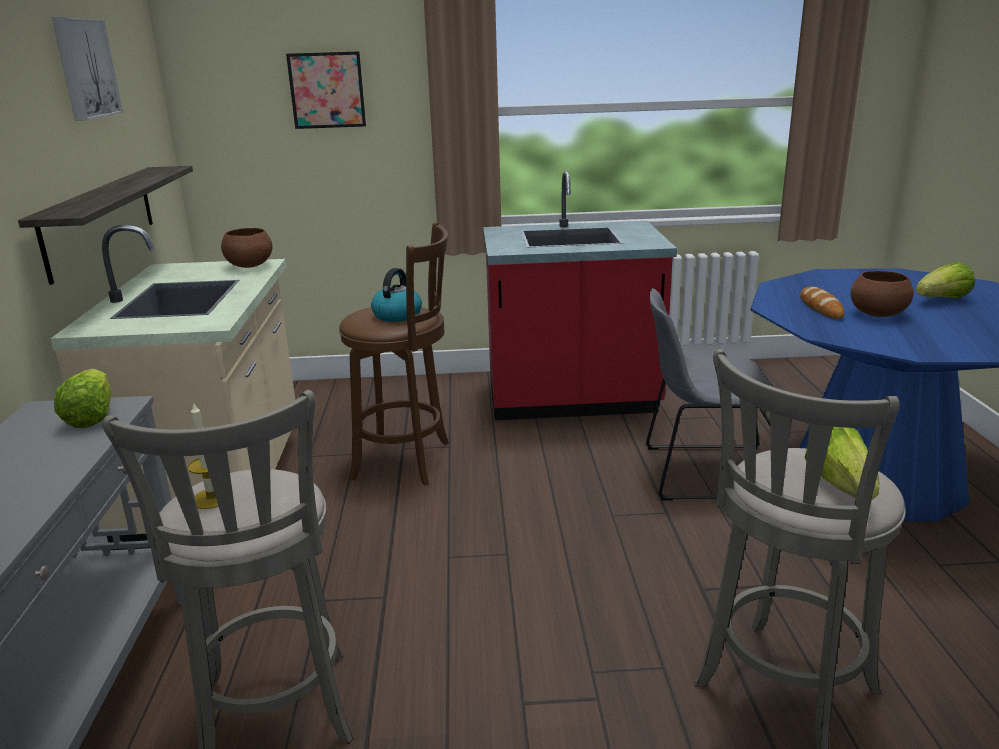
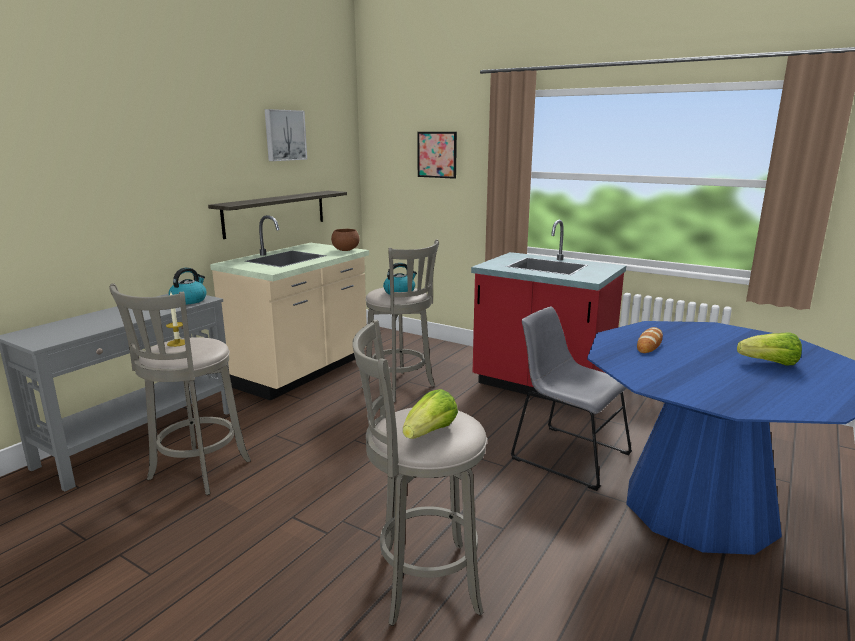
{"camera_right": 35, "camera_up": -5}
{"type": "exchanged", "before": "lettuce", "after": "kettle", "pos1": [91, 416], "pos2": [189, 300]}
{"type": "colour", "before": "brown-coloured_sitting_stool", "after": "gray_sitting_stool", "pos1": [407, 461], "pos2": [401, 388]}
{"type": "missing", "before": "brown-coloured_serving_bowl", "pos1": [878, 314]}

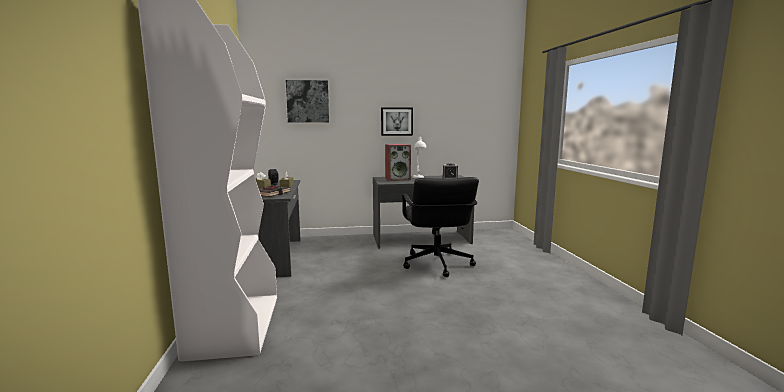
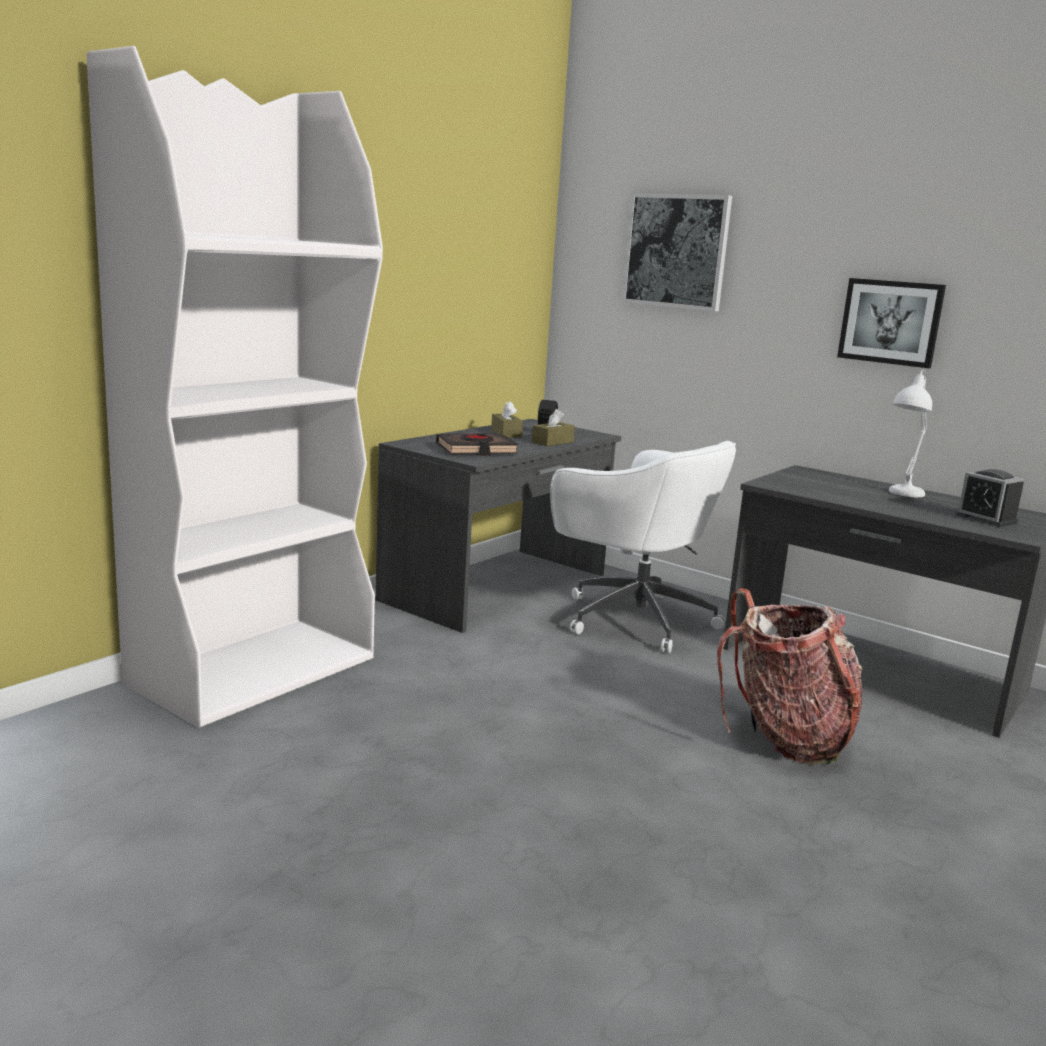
{"camera_right": 45, "camera_up": 5}
{"type": "appeared", "after": "whitish_office_chair", "pos2": [633, 618]}
{"type": "exchanged", "before": "black_office_chair", "after": "rucksack", "pos1": [436, 264], "pos2": [785, 738]}
{"type": "missing", "before": "audio_speaker", "pos1": [398, 179]}

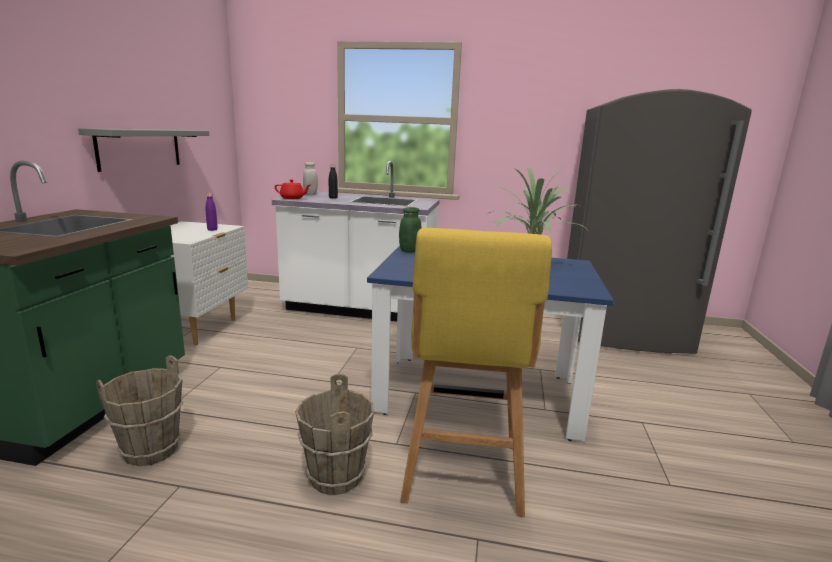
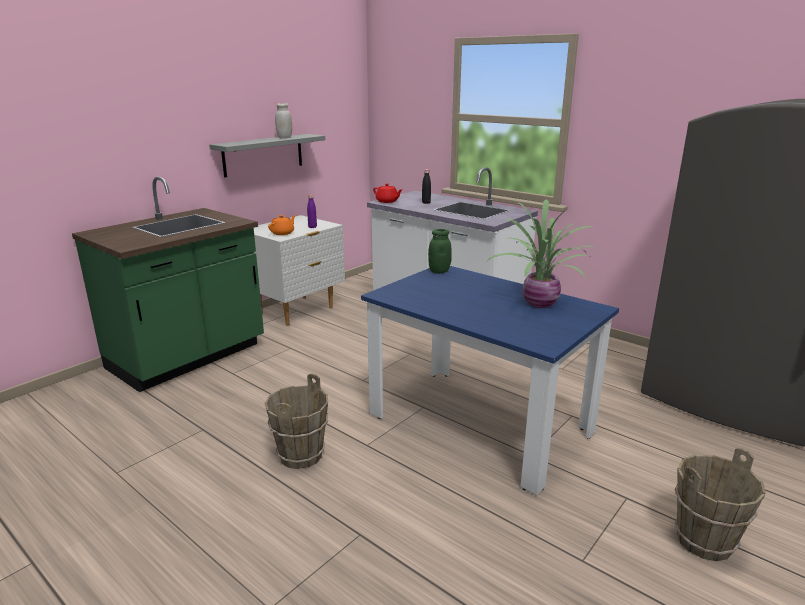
{"camera_right": 30, "camera_up": 5}
{"type": "appeared", "after": "orangey_tea_pot", "pos2": [283, 233]}
{"type": "relocated", "before": "whitish_storage_jar", "pos1": [310, 194], "pos2": [284, 138]}
{"type": "relocated", "before": "brown-coloured_pail", "pos1": [151, 451], "pos2": [705, 541]}
{"type": "missing", "before": "yellow-coloured_sitting_stool", "pos1": [462, 475]}

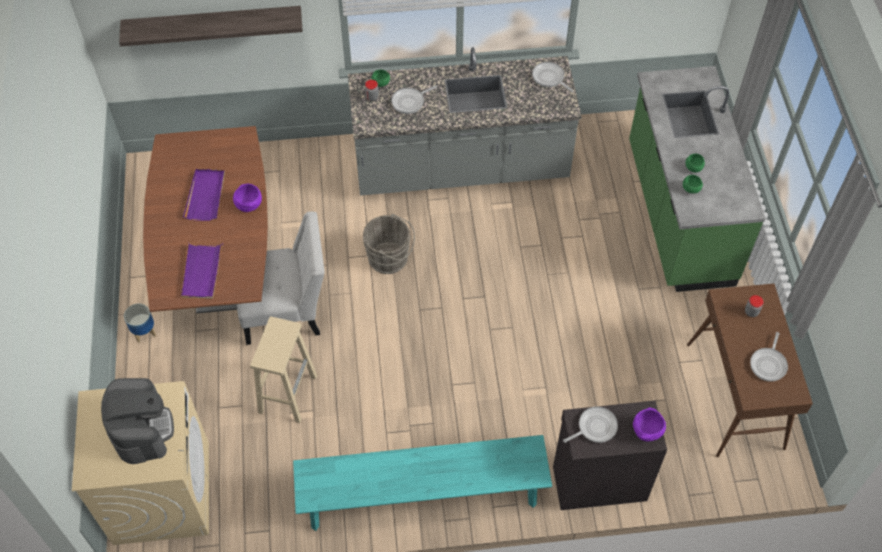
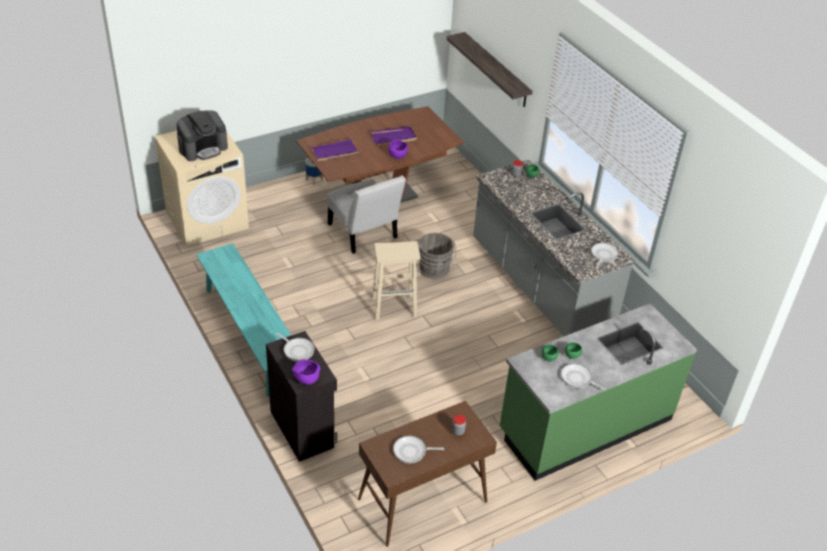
{"camera_right": 65, "camera_up": -15}
{"type": "relocated", "before": "beige_sitting_stool", "pos1": [288, 393], "pos2": [395, 307]}
{"type": "relocated", "before": "skillet", "pos1": [410, 102], "pos2": [577, 379]}

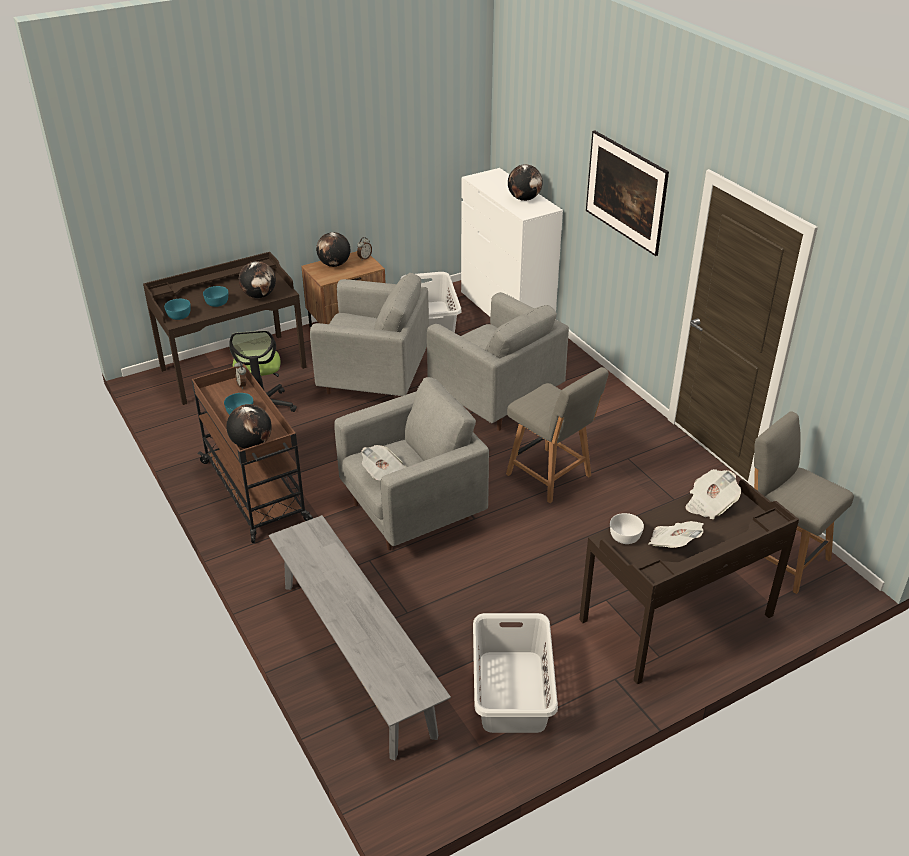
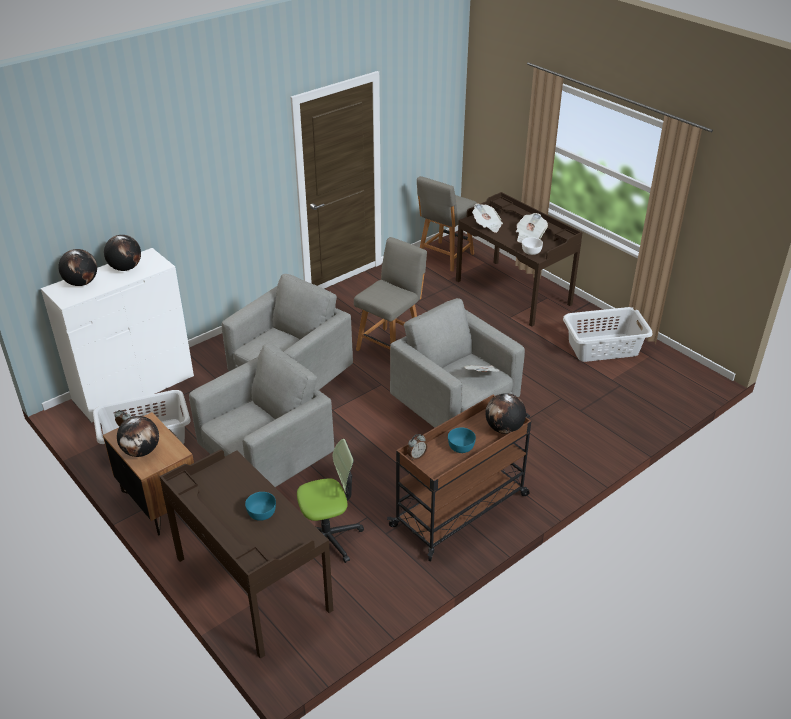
{"camera_right": -100, "camera_up": 0}
{"type": "relocated", "before": "world_globe", "pos1": [259, 295], "pos2": [81, 283]}
{"type": "spun", "before": "gray_lounge_chair", "pos1": [374, 380], "pos2": [267, 462], "turn": 45}
{"type": "missing", "before": "turquoise_serving_bowl", "pos1": [179, 315]}
{"type": "missing", "before": "gray_indoor_bench", "pos1": [356, 657]}
{"type": "missing", "before": "picture", "pos1": [623, 212]}

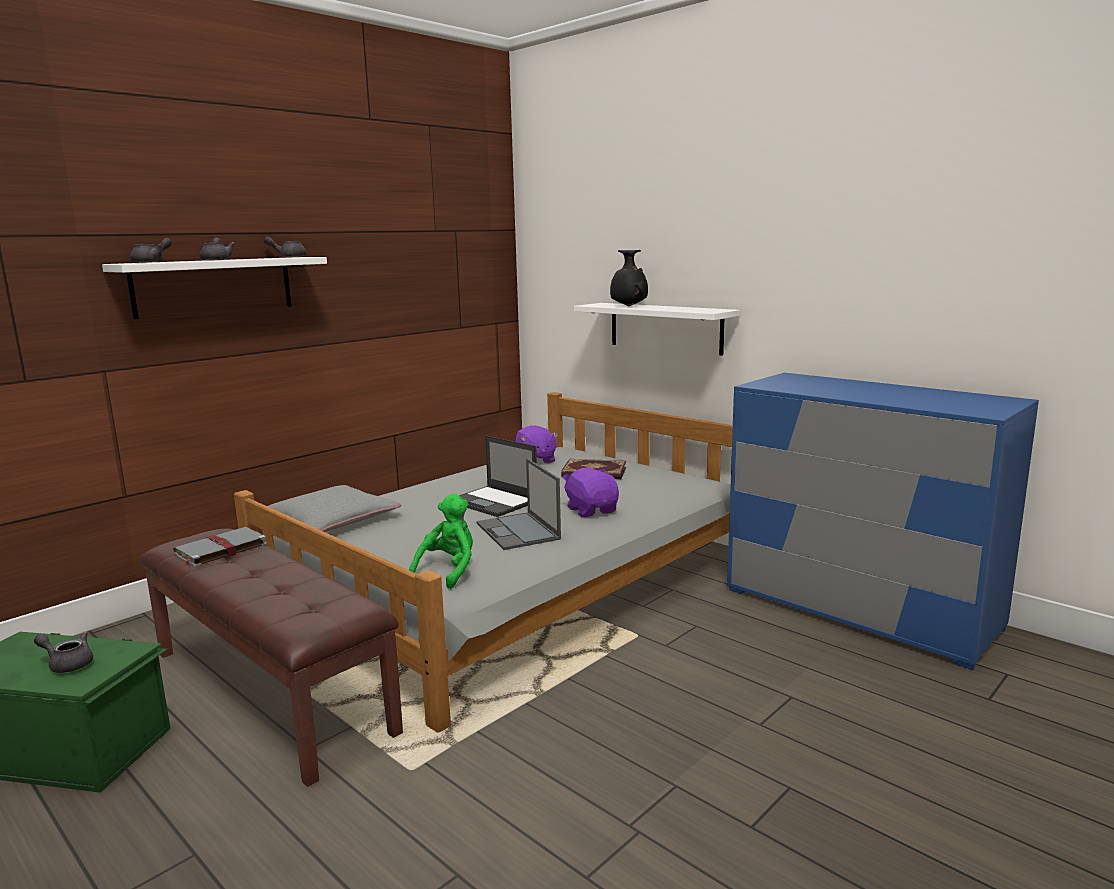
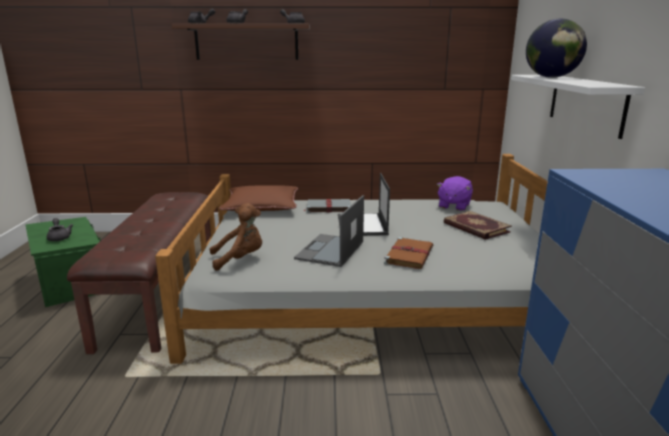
{"camera_right": 45, "camera_up": 5}
{"type": "colour", "before": "whitish_bracket_shelf", "after": "brown-coloured_bracket_shelf", "pos1": [214, 286], "pos2": [246, 42]}
{"type": "colour", "before": "green_cuddly_toy", "after": "brown-coloured_cuddly_toy", "pos1": [448, 571], "pos2": [240, 259]}
{"type": "colour", "before": "gray_throw_pillow", "after": "brown-coloured_throw_pillow", "pos1": [330, 520], "pos2": [261, 206]}
{"type": "relocated", "before": "gray_book", "pos1": [219, 550], "pos2": [328, 207]}
{"type": "exchanged", "before": "purplish_cuddly_toy", "after": "brown-coloured_book", "pos1": [592, 510], "pos2": [409, 255]}
{"type": "exchanged", "before": "black_flower_vase", "after": "world_globe", "pos1": [628, 306], "pos2": [551, 77]}

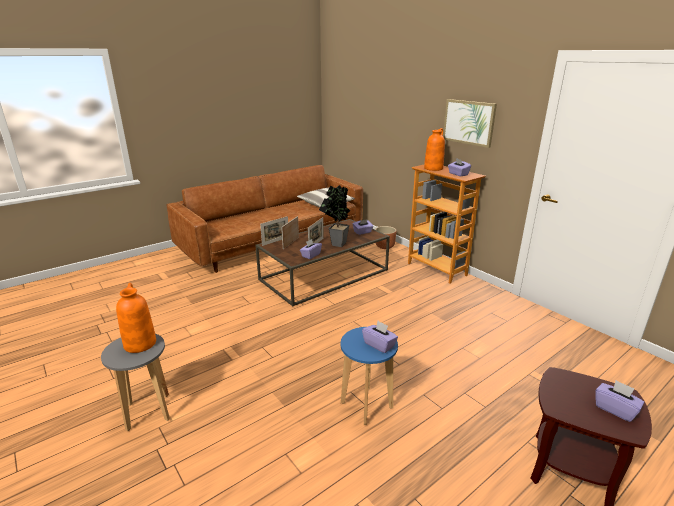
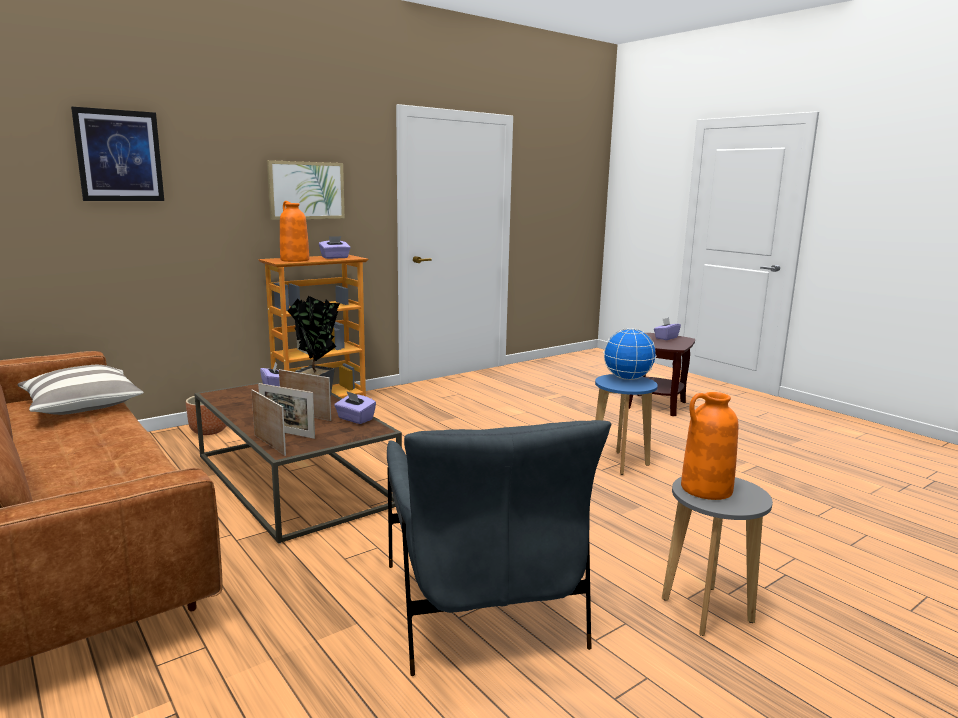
{"camera_right": -90, "camera_up": -10}
{"type": "appeared", "after": "picture", "pos2": [119, 156]}
{"type": "appeared", "after": "gray_lounge_chair", "pos2": [481, 606]}
{"type": "exchanged", "before": "purplish_box_of_tissues", "after": "world_globe", "pos1": [379, 345], "pos2": [628, 379]}

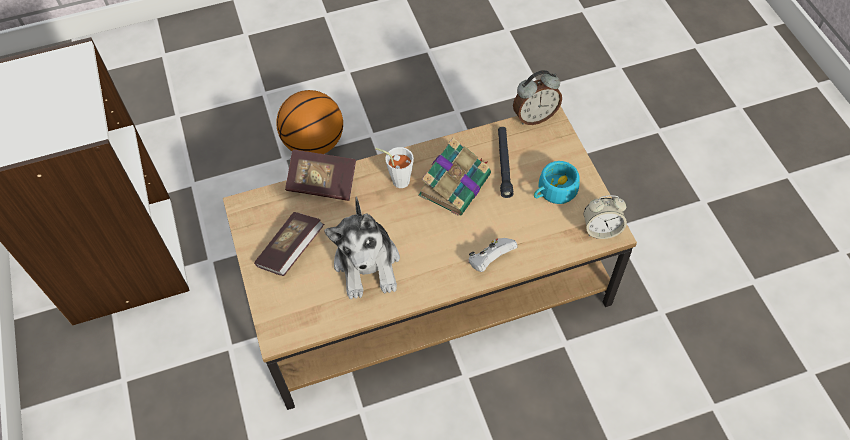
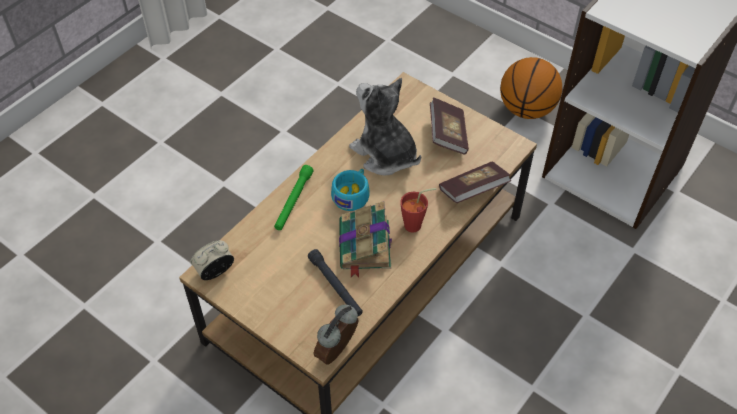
{"camera_right": 145, "camera_up": -5}
{"type": "exchanged", "before": "whitish_game_controller", "after": "green_flashlight", "pos1": [490, 261], "pos2": [293, 201]}
{"type": "relocated", "before": "turquoise_cup", "pos1": [553, 192], "pos2": [352, 195]}
{"type": "colour", "before": "whitish_cup", "after": "reddish_cup", "pos1": [397, 180], "pos2": [416, 225]}
{"type": "relocated", "before": "ball_for_basketball", "pos1": [313, 144], "pos2": [527, 109]}

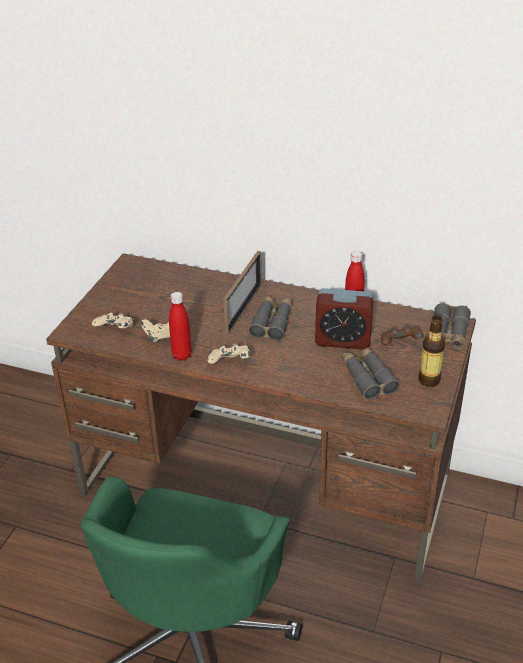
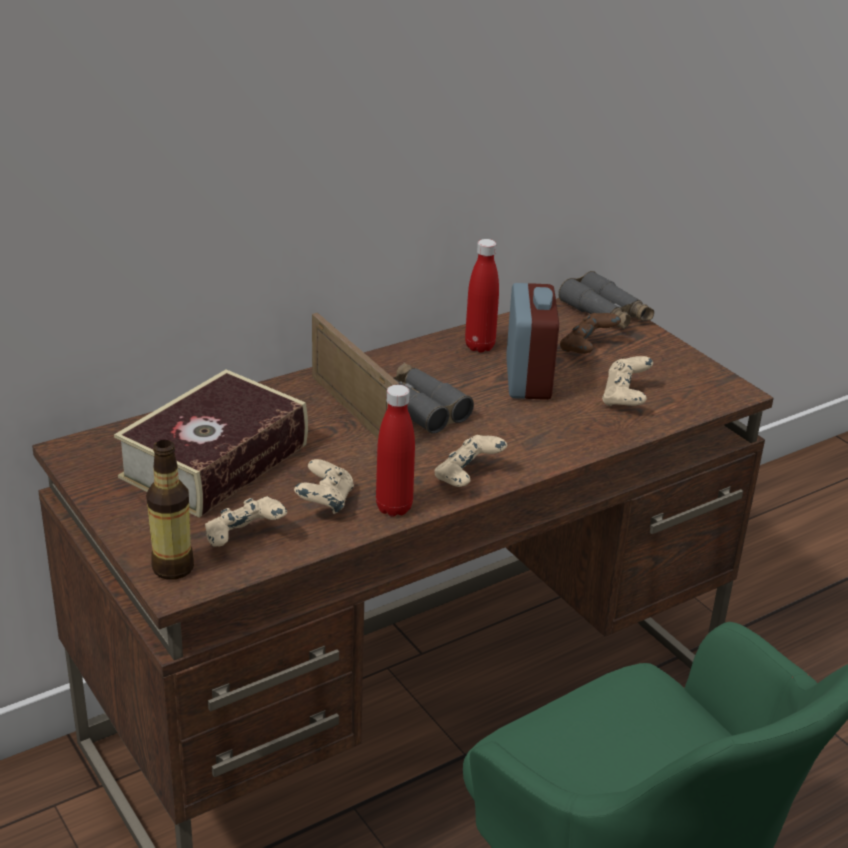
{"camera_right": -55, "camera_up": -5}
{"type": "appeared", "after": "book", "pos2": [215, 461]}
{"type": "relocated", "before": "beverage_bottle", "pos1": [429, 380], "pos2": [173, 568]}
{"type": "spun", "before": "table_clock", "pos1": [343, 340], "pos2": [528, 379], "turn": -45}
{"type": "exchanged", "before": "gray_field_glasses", "after": "beige_game_controller", "pos1": [368, 378], "pos2": [625, 398]}

